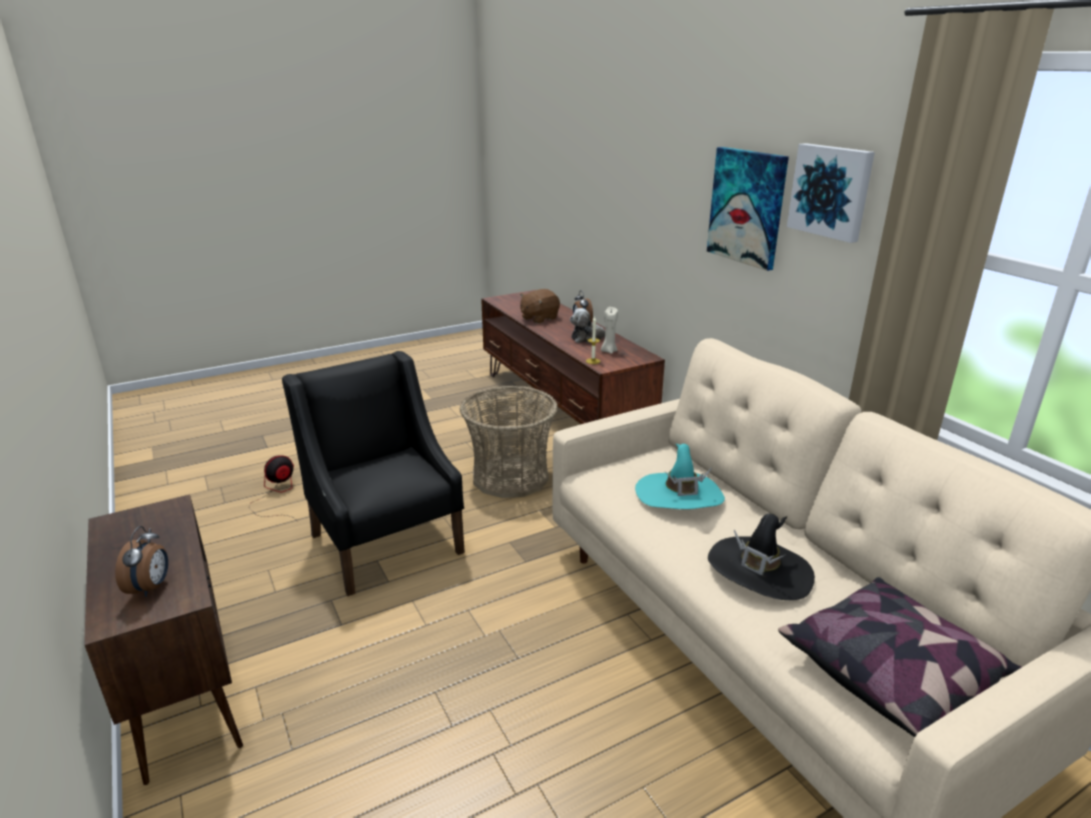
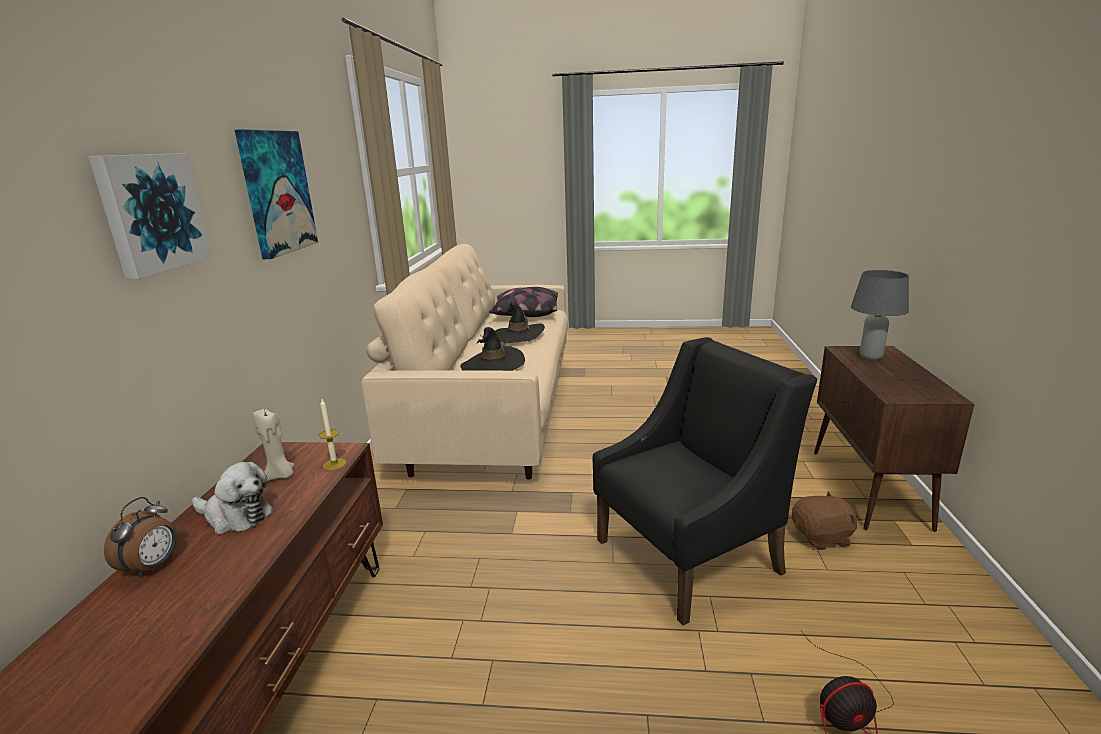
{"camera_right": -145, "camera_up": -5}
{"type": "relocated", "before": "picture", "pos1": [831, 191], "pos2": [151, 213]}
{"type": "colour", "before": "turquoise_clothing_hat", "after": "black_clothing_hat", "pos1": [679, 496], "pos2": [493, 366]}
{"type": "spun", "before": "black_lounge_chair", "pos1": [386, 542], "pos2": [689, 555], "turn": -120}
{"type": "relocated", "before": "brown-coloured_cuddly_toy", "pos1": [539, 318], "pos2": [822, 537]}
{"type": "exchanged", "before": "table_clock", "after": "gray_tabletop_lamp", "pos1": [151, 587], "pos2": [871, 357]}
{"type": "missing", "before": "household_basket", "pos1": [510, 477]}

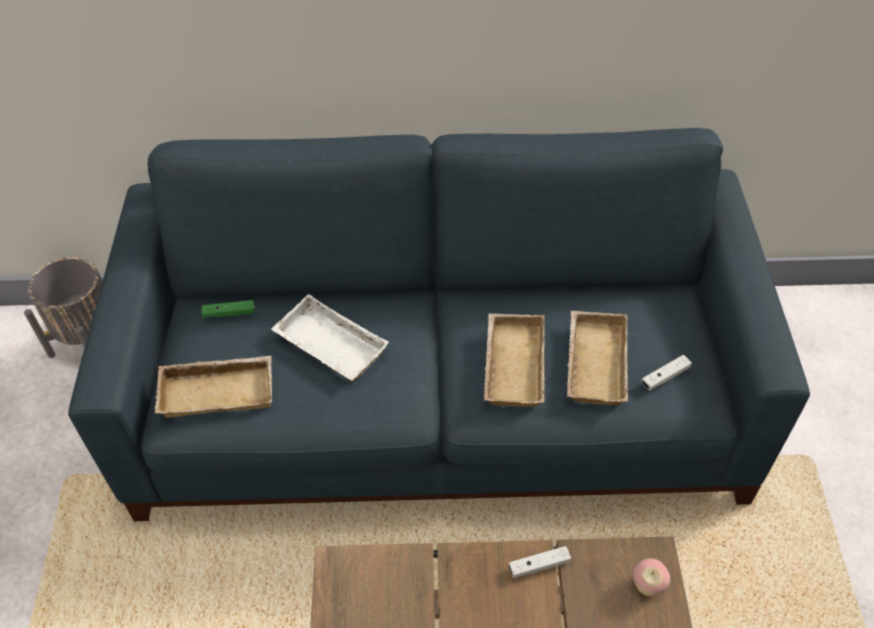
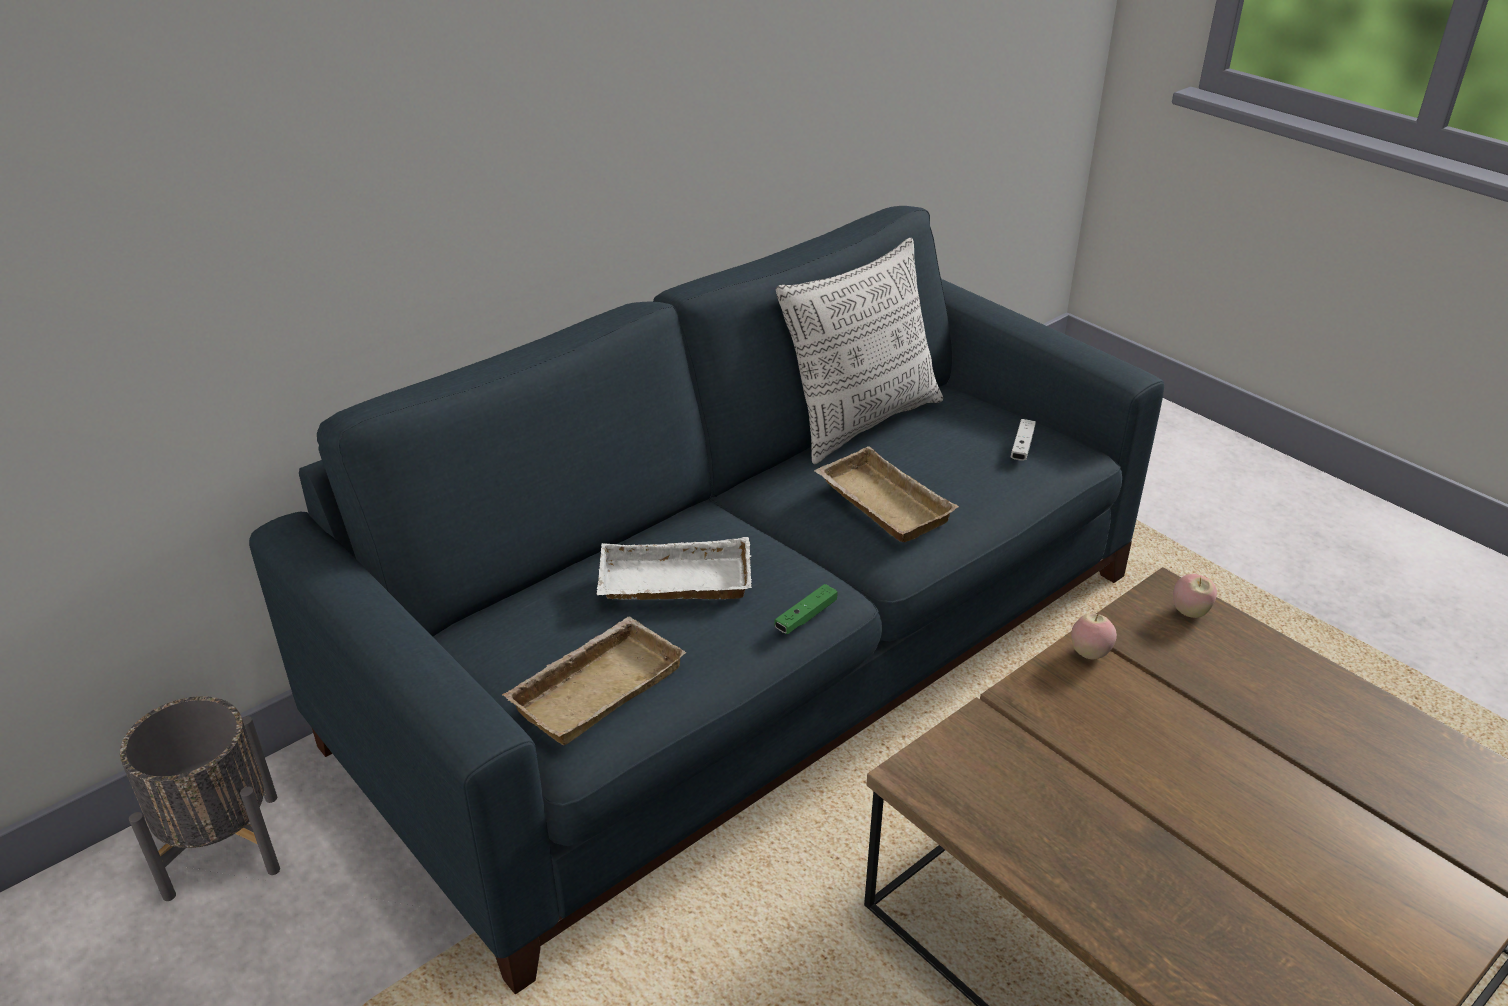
{"camera_right": -40, "camera_up": -15}
{"type": "relocated", "before": "green_game_controller", "pos1": [229, 313], "pos2": [806, 617]}
{"type": "appeared", "after": "throw_pillow", "pos2": [861, 422]}
{"type": "exchanged", "before": "whitish_game_controller", "after": "whole_apple", "pos1": [539, 565], "pos2": [1089, 654]}
{"type": "missing", "before": "beige_carrying_tray", "pos1": [593, 361]}

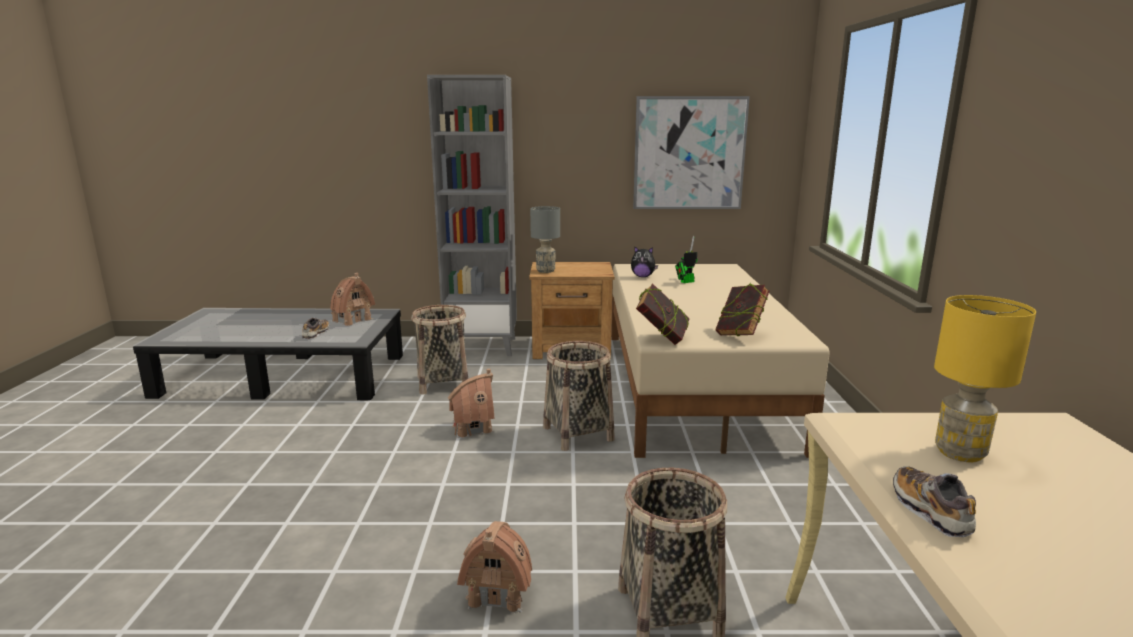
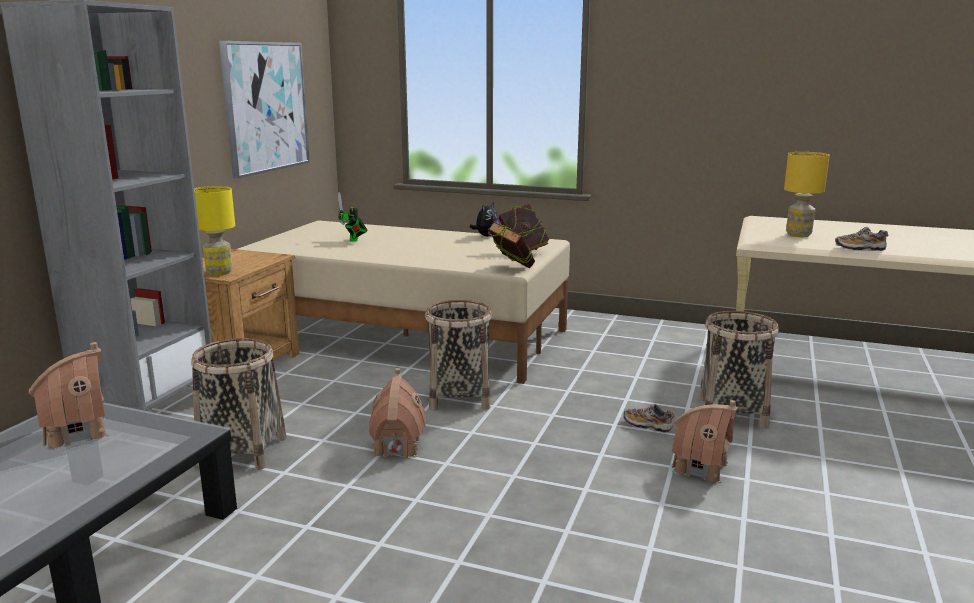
{"camera_right": -70, "camera_up": 0}
{"type": "colour", "before": "gray_tabletop_lamp", "after": "yellow-coloured_tabletop_lamp", "pos1": [545, 271], "pos2": [220, 273]}
{"type": "relocated", "before": "cuddly_toy", "pos1": [642, 276], "pos2": [486, 236]}
{"type": "relocated", "before": "shoe", "pos1": [316, 334], "pos2": [647, 426]}

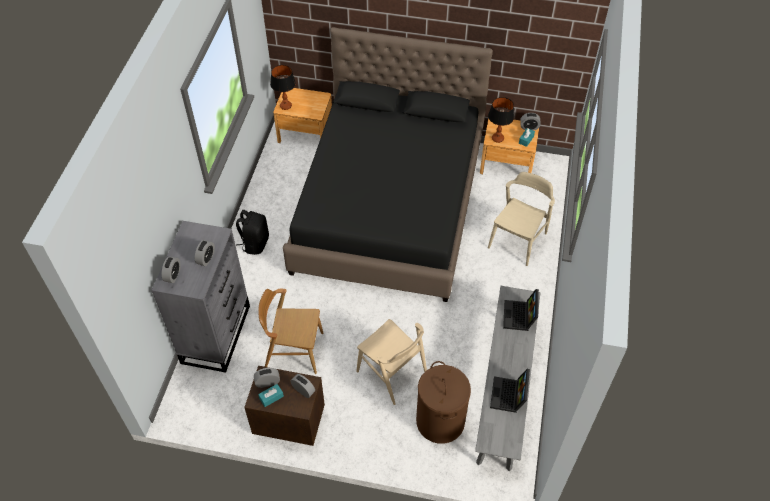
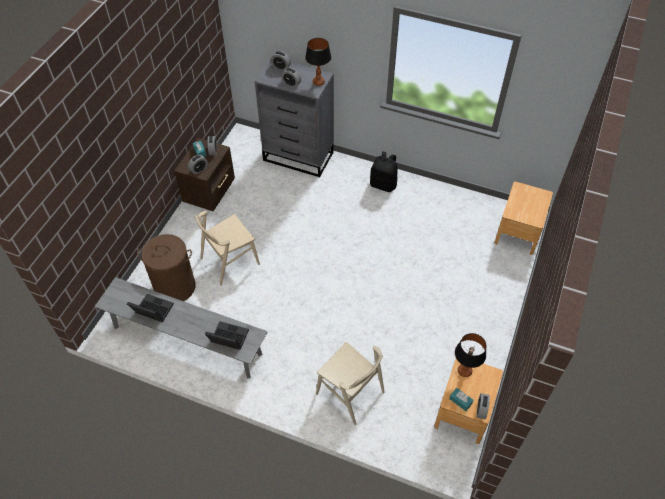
{"camera_right": 100, "camera_up": 0}
{"type": "relocated", "before": "tabletop_lamp", "pos1": [285, 106], "pos2": [318, 82]}
{"type": "missing", "before": "brown-coloured_upright_chair", "pos1": [294, 350]}
{"type": "missing", "before": "black_bedroom_bed", "pos1": [389, 206]}

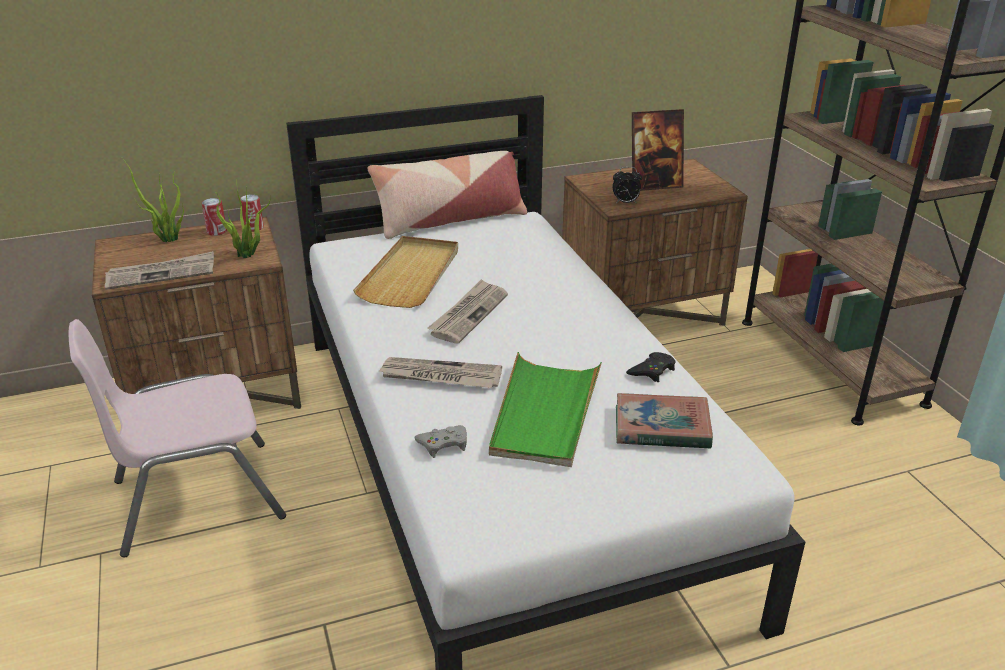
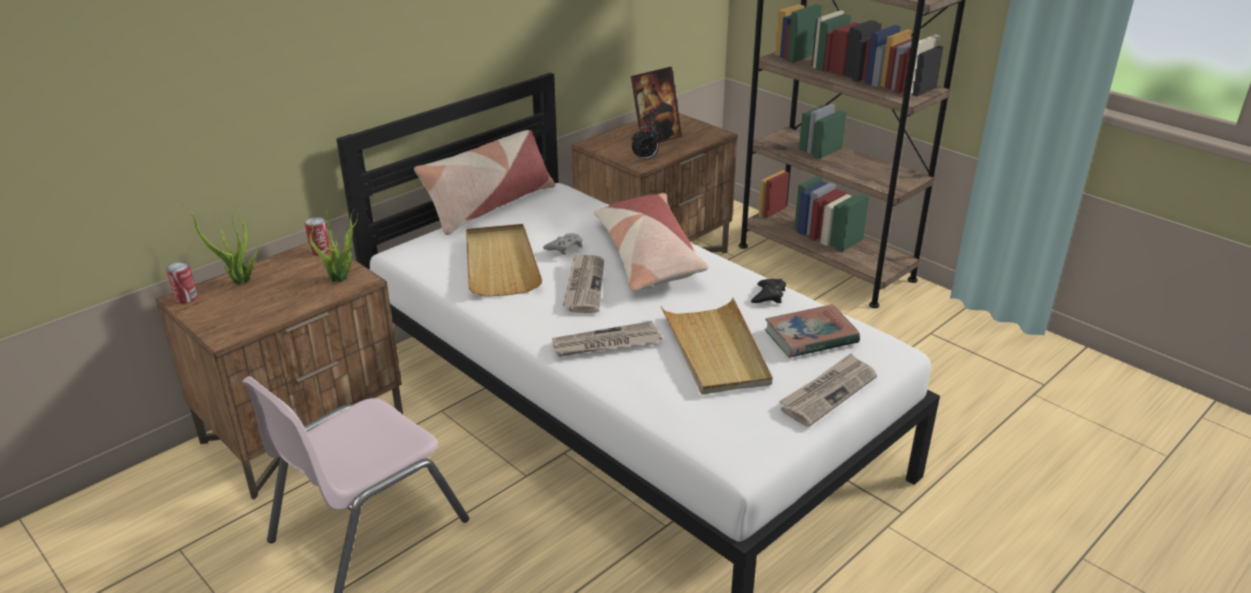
{"camera_right": -25, "camera_up": 0}
{"type": "relocated", "before": "metal_can", "pos1": [217, 231], "pos2": [186, 298]}
{"type": "relocated", "before": "gray_game_controller", "pos1": [443, 444], "pos2": [564, 247]}
{"type": "appeared", "after": "throw_pillow", "pos2": [648, 256]}
{"type": "colour", "before": "green_carrying_tray", "after": "beige_carrying_tray", "pos1": [545, 413], "pos2": [715, 350]}
{"type": "relocated", "before": "newspaper", "pos1": [162, 274], "pos2": [828, 392]}

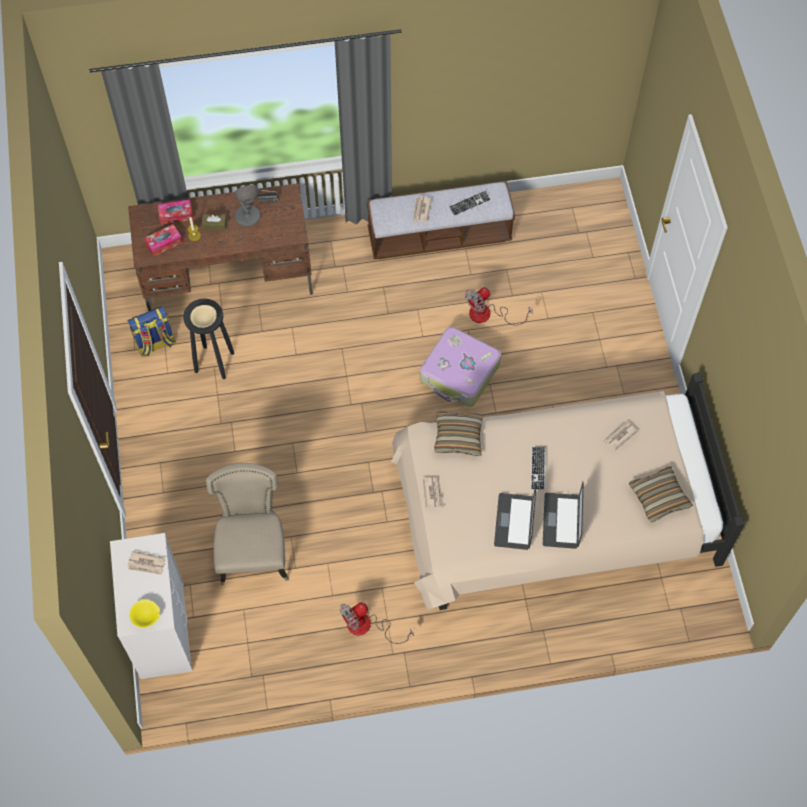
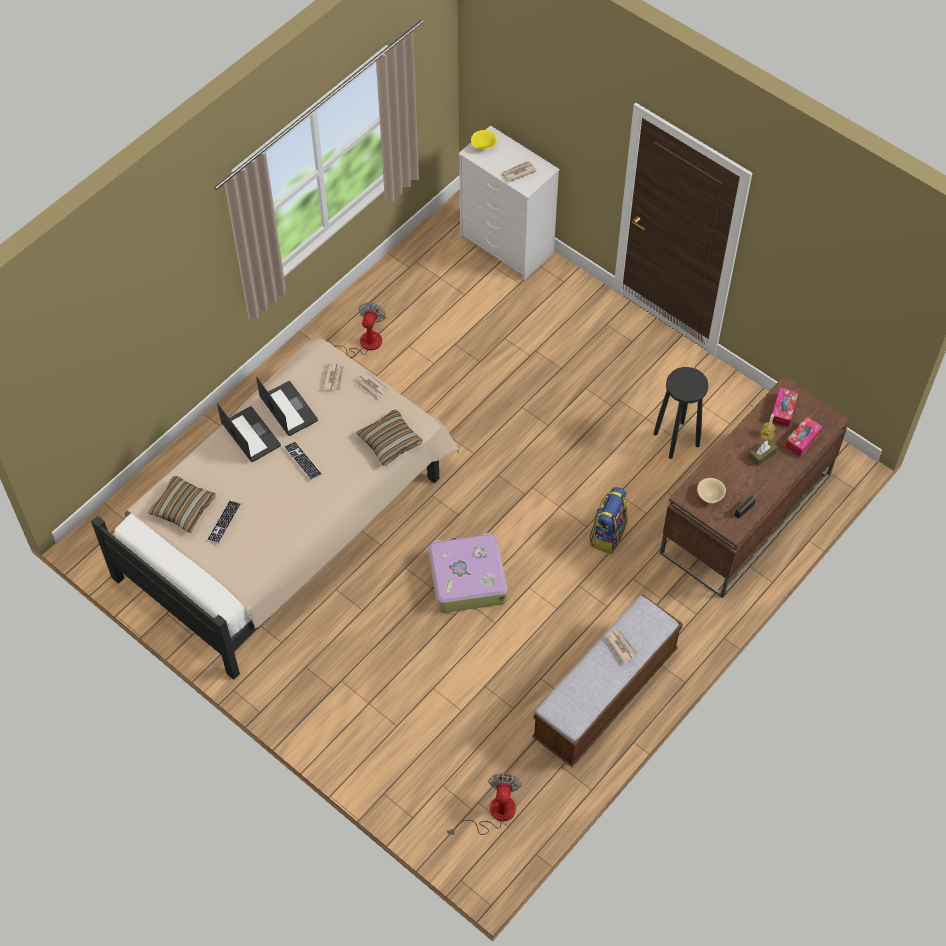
{"camera_right": 140, "camera_up": -5}
{"type": "relocated", "before": "computer_keyboard", "pos1": [469, 204], "pos2": [224, 522]}
{"type": "relocated", "before": "newspaper", "pos1": [619, 436], "pos2": [334, 378]}
{"type": "relocated", "before": "electric_fan", "pos1": [488, 315], "pos2": [493, 813]}
{"type": "relocated", "before": "rucksack", "pos1": [155, 344], "pos2": [607, 534]}
{"type": "relocated", "before": "beige_serving_bowl", "pos1": [205, 320], "pos2": [710, 496]}
{"type": "missing", "before": "beige_upright_chair", "pos1": [254, 552]}
{"type": "missing", "before": "gray_tabletop_lamp", "pos1": [247, 216]}

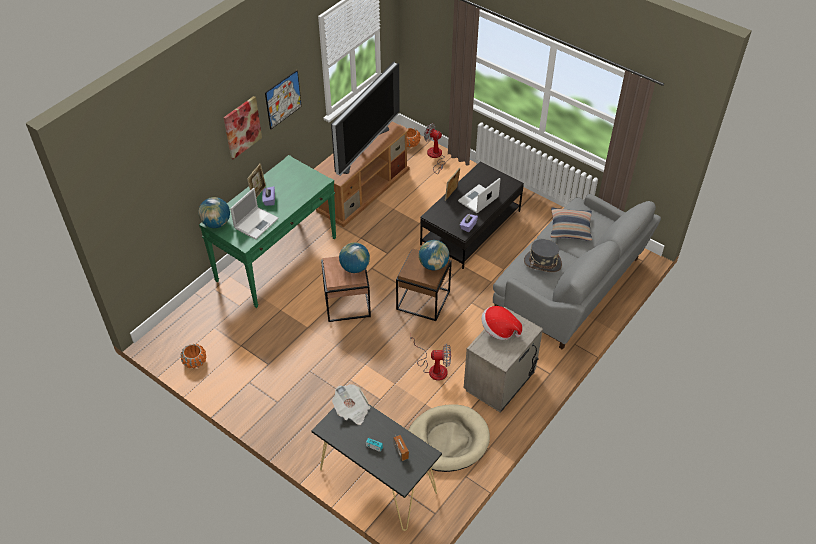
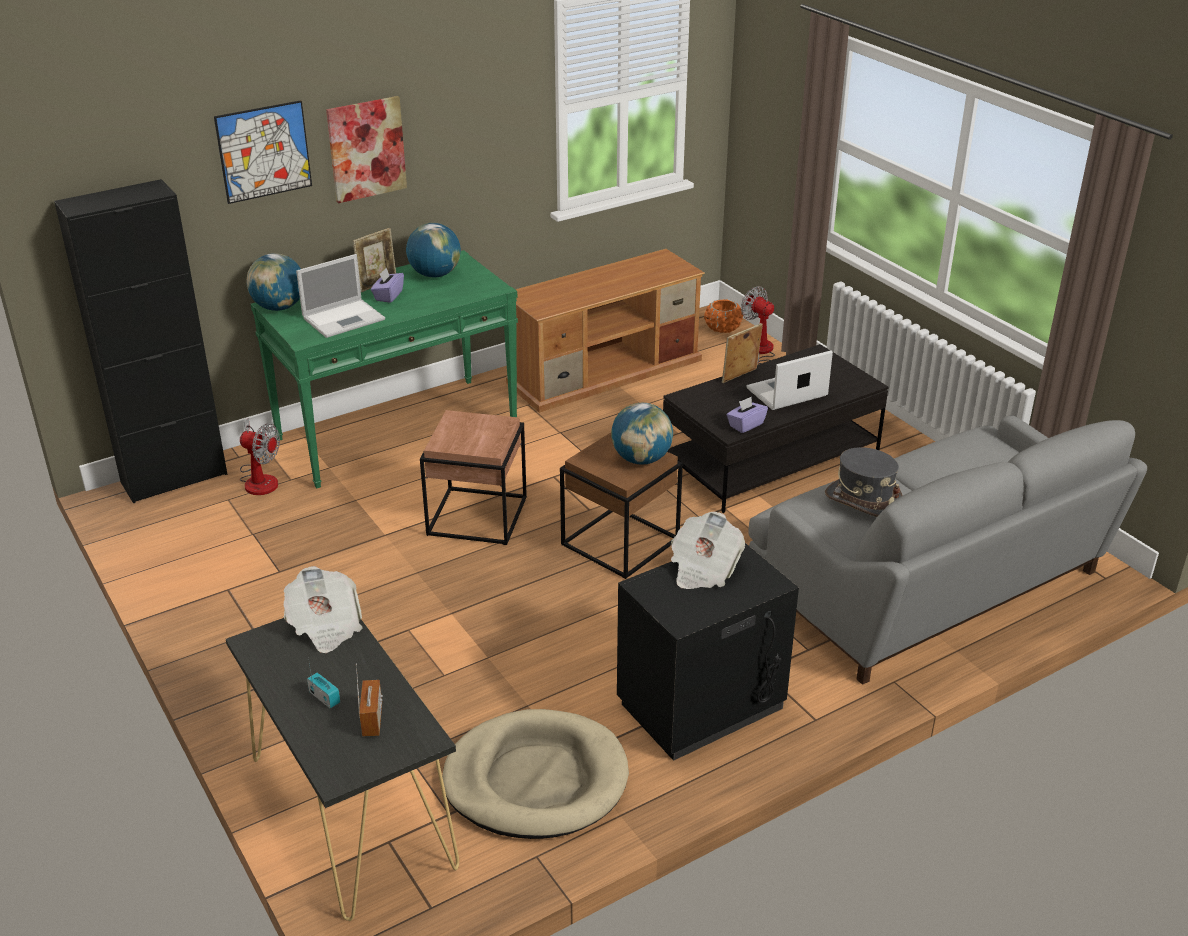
{"camera_right": 20, "camera_up": -15}
{"type": "appeared", "after": "black_storage_cabinet", "pos2": [174, 478]}
{"type": "relocated", "before": "picture", "pos1": [283, 99], "pos2": [264, 151]}
{"type": "relocated", "before": "electric_fan", "pos1": [433, 368], "pos2": [260, 479]}
{"type": "relocated", "before": "world_globe", "pos1": [355, 268], "pos2": [435, 274]}
{"type": "colour", "before": "beige_night_table", "after": "black_night_table", "pos1": [500, 381], "pos2": [702, 707]}
{"type": "exchanged", "before": "clothing_hat", "after": "newspaper", "pos1": [499, 330], "pos2": [703, 569]}
{"type": "missing", "before": "orangey_planter", "pos1": [195, 361]}
{"type": "missing", "before": "TV_set", "pos1": [363, 148]}
{"type": "missing", "before": "throw_pillow", "pos1": [570, 228]}

